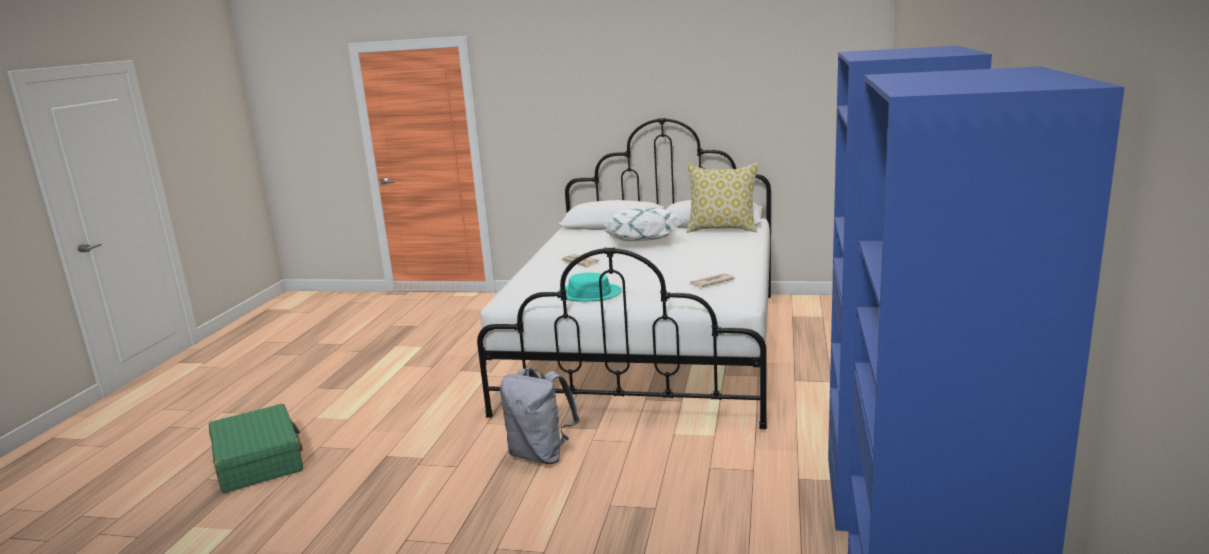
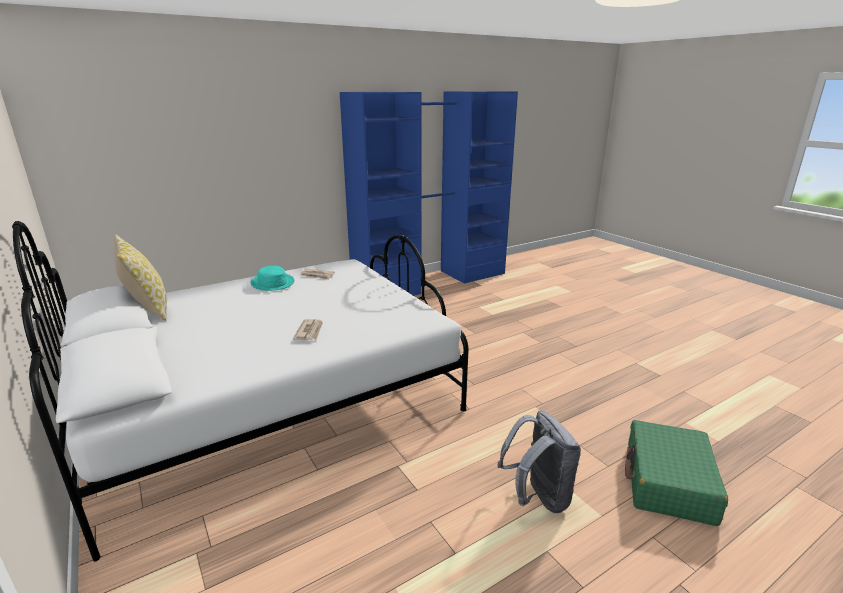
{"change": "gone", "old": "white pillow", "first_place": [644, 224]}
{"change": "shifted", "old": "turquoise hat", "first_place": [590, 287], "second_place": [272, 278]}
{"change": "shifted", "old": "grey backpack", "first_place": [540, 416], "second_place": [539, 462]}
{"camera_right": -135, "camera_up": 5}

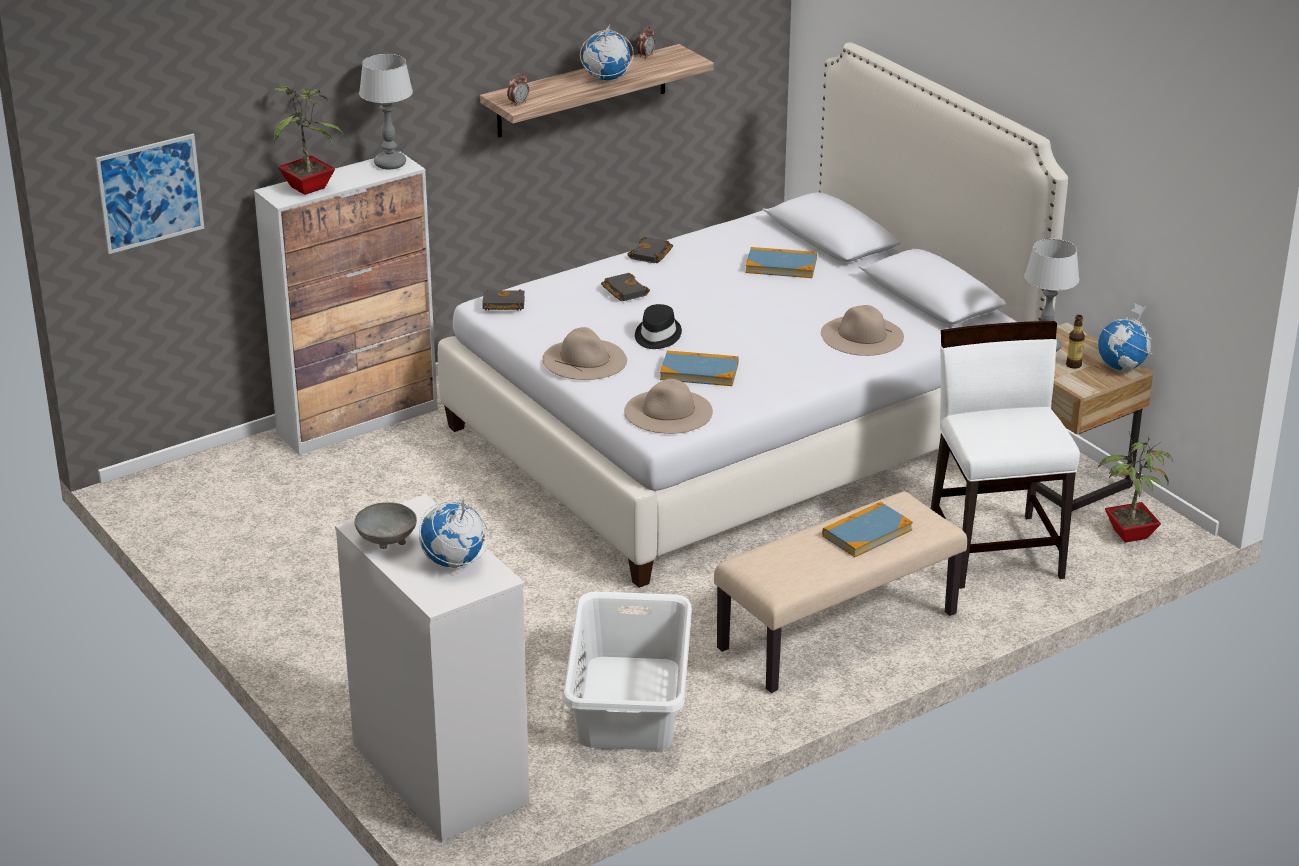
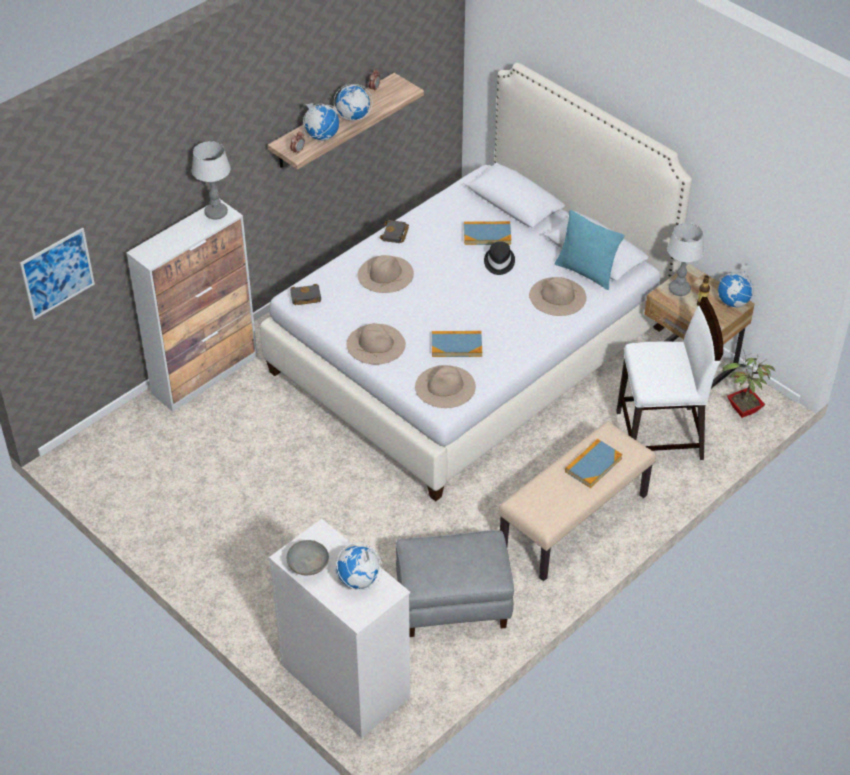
{"change": "gone", "old": "potted plant", "first_place": [307, 140]}
{"change": "swapped", "old": "black book", "new": "beige hat", "first_place": [625, 287], "second_place": [386, 274]}
{"change": "shifted", "old": "black hat", "first_place": [658, 326], "second_place": [499, 258]}
{"change": "rotated", "old": "white chair", "first_place": [1005, 455], "second_place": [669, 378], "degrees": 105}
{"change": "swapped", "old": "white laundry basket", "new": "grey ottoman", "first_place": [627, 670], "second_place": [455, 583]}
{"change": "new", "new": "globe", "second_place": [321, 122]}
{"change": "new", "new": "turquoise pillow", "second_place": [590, 250]}
{"camera_right": -10, "camera_up": 15}

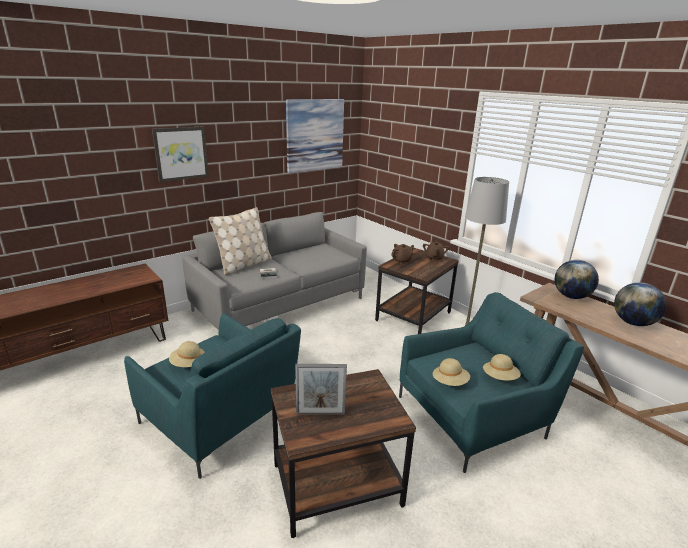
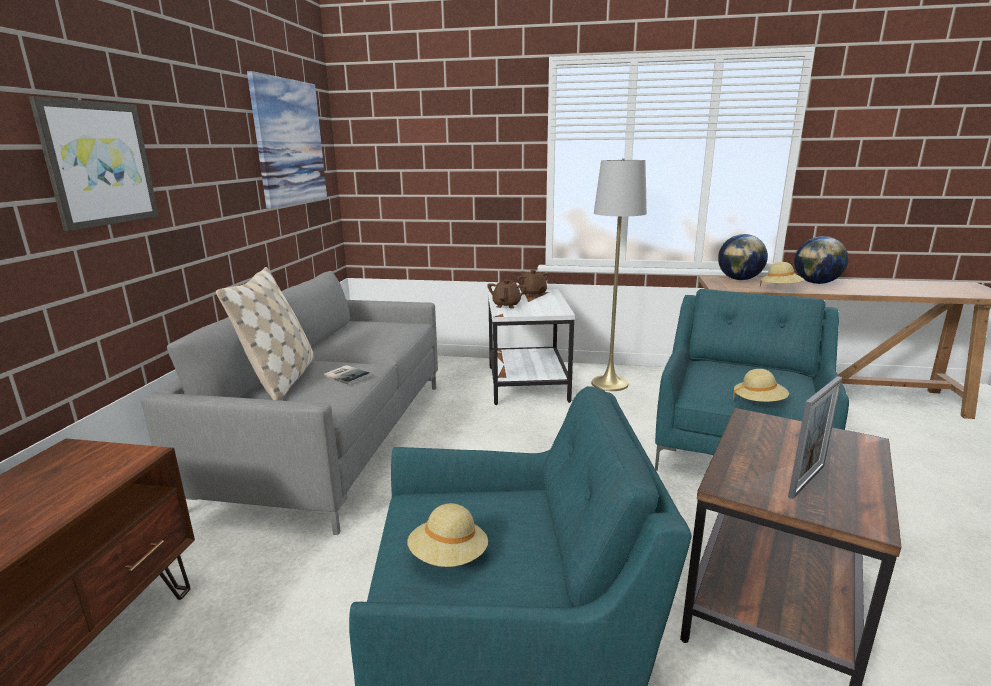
{"change": "repainted", "old": "brown side table", "new": "white side table", "first_place": [417, 291], "second_place": [531, 347]}
{"change": "shifted", "old": "beige hat", "first_place": [502, 367], "second_place": [782, 274]}
{"camera_right": -40, "camera_up": -5}

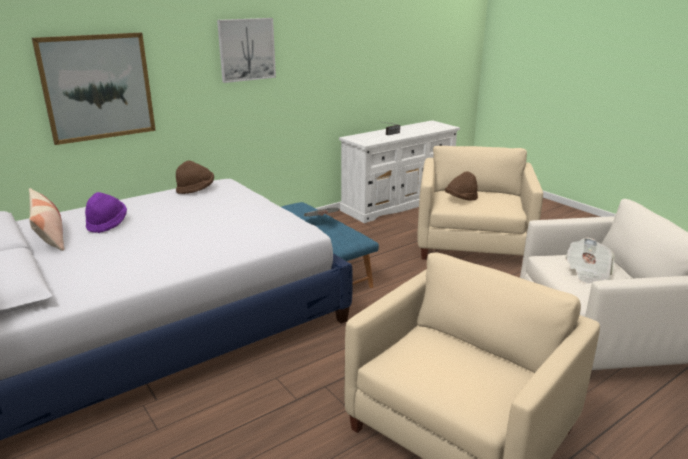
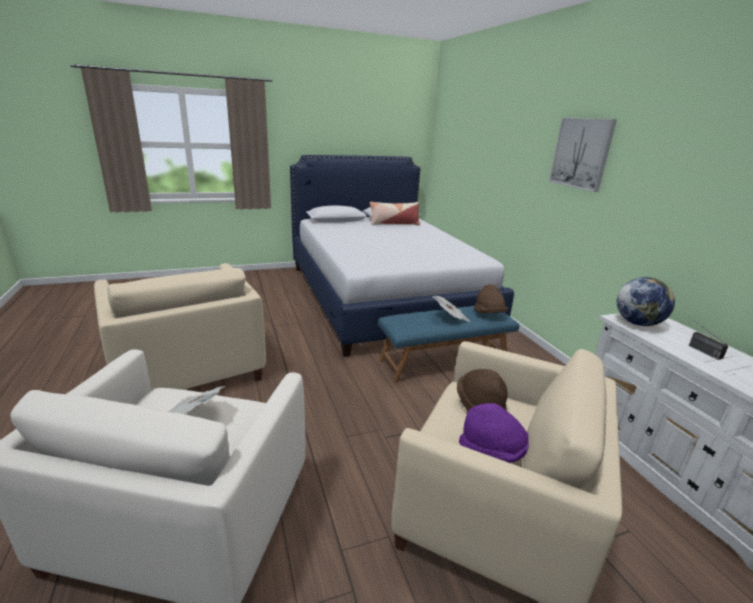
{"change": "gone", "old": "picture", "first_place": [94, 89]}
{"change": "shifted", "old": "brown hat", "first_place": [195, 177], "second_place": [491, 298]}
{"change": "shifted", "old": "purple hat", "first_place": [106, 212], "second_place": [494, 433]}
{"change": "new", "new": "globe", "second_place": [646, 301]}
{"camera_right": 105, "camera_up": 0}

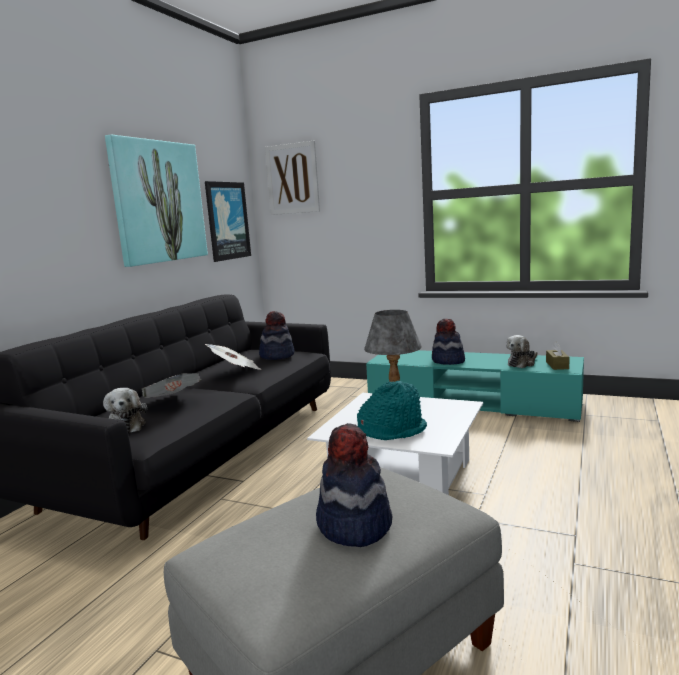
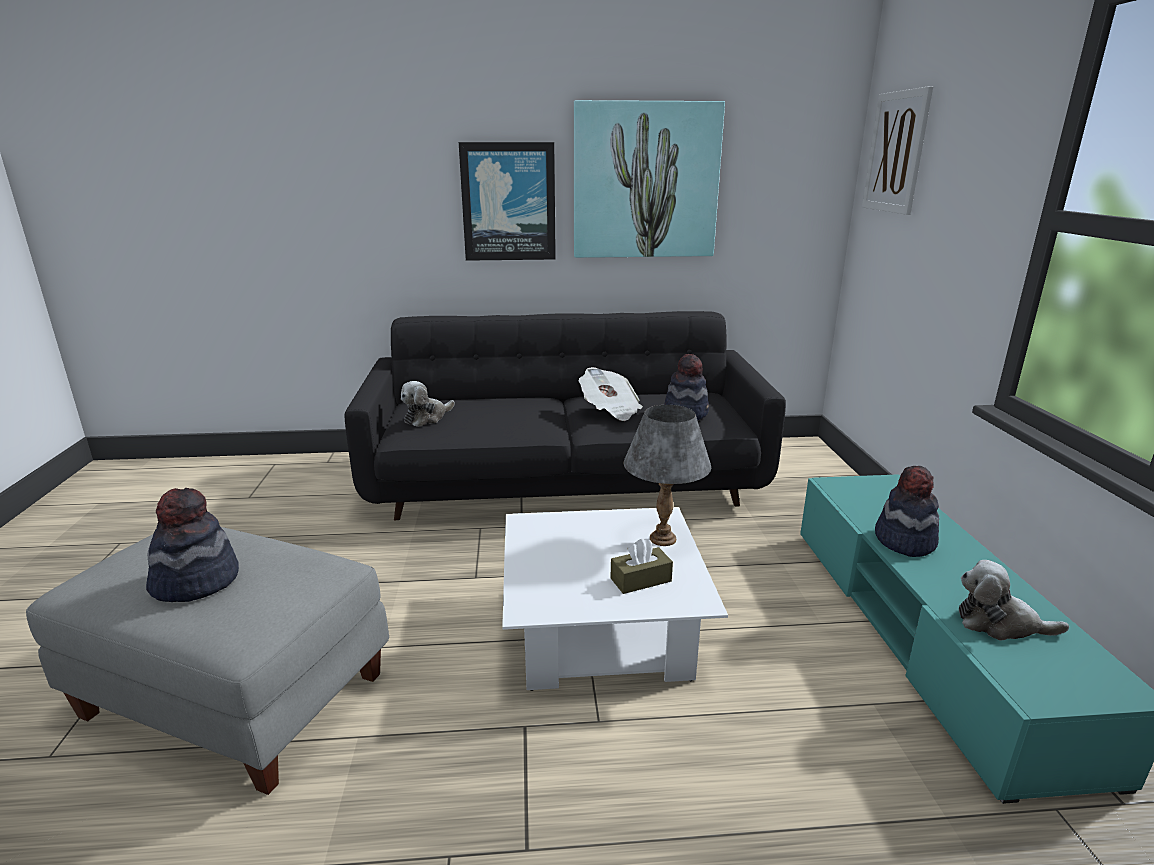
{"change": "shifted", "old": "picture", "first_place": [228, 221], "second_place": [507, 201]}
{"change": "shifted", "old": "brown tissue box", "first_place": [558, 356], "second_place": [642, 566]}
{"change": "gone", "old": "newspaper", "first_place": [171, 385]}
{"change": "gone", "old": "turquoise hat", "first_place": [392, 410]}
{"camera_right": 60, "camera_up": 10}

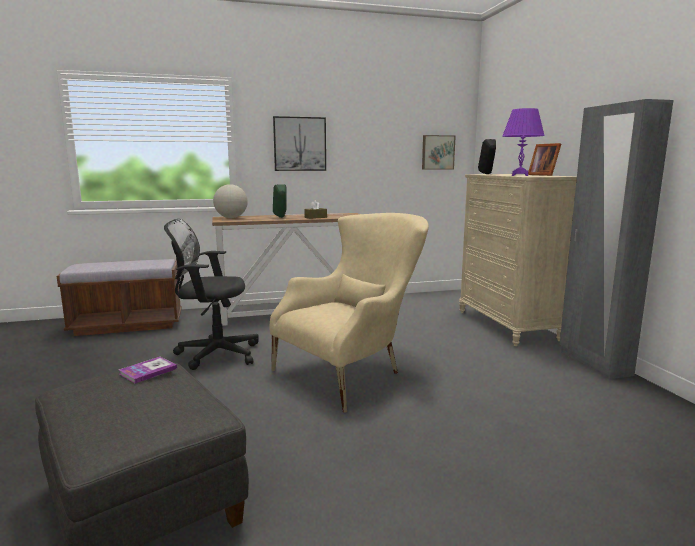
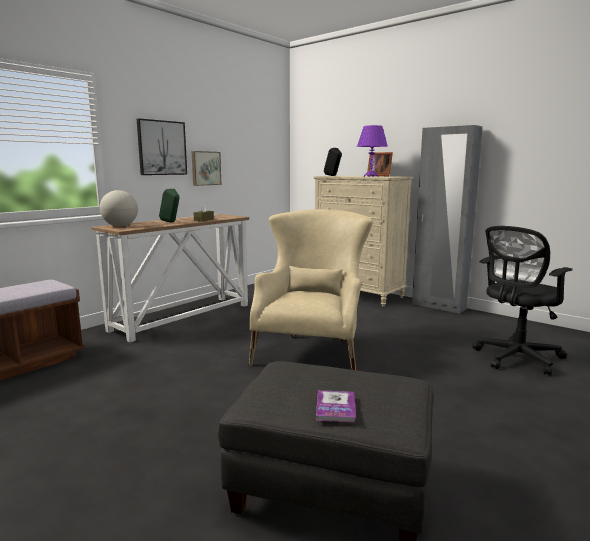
{"change": "shifted", "old": "picture", "first_place": [439, 152], "second_place": [206, 168]}
{"change": "shifted", "old": "black office chair", "first_place": [211, 294], "second_place": [523, 301]}
{"change": "shifted", "old": "book", "first_place": [148, 370], "second_place": [336, 406]}
{"camera_right": -35, "camera_up": 0}

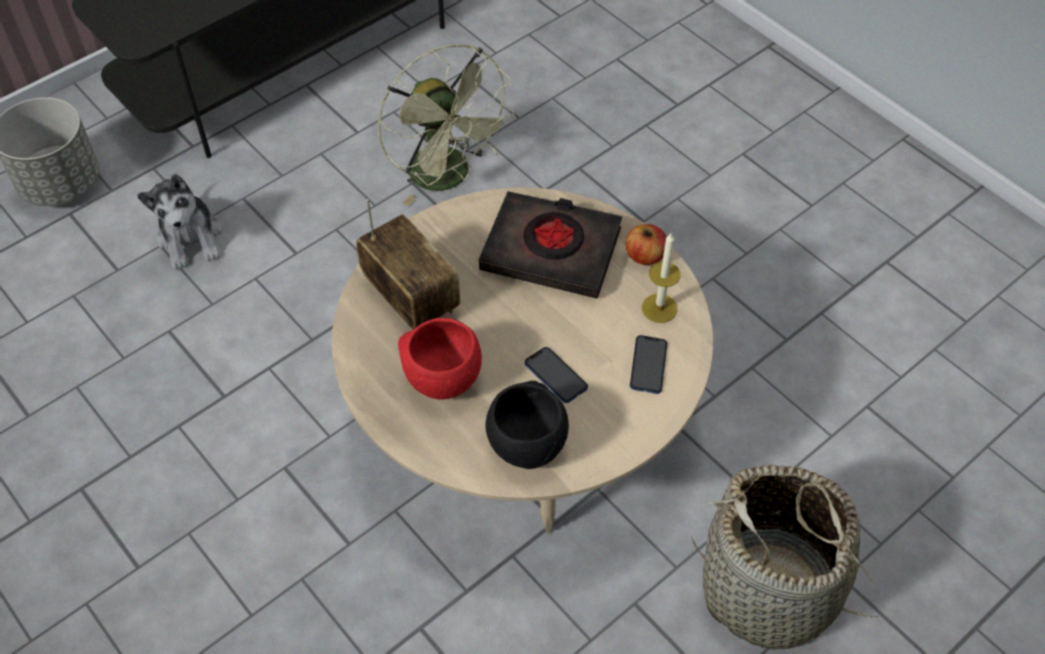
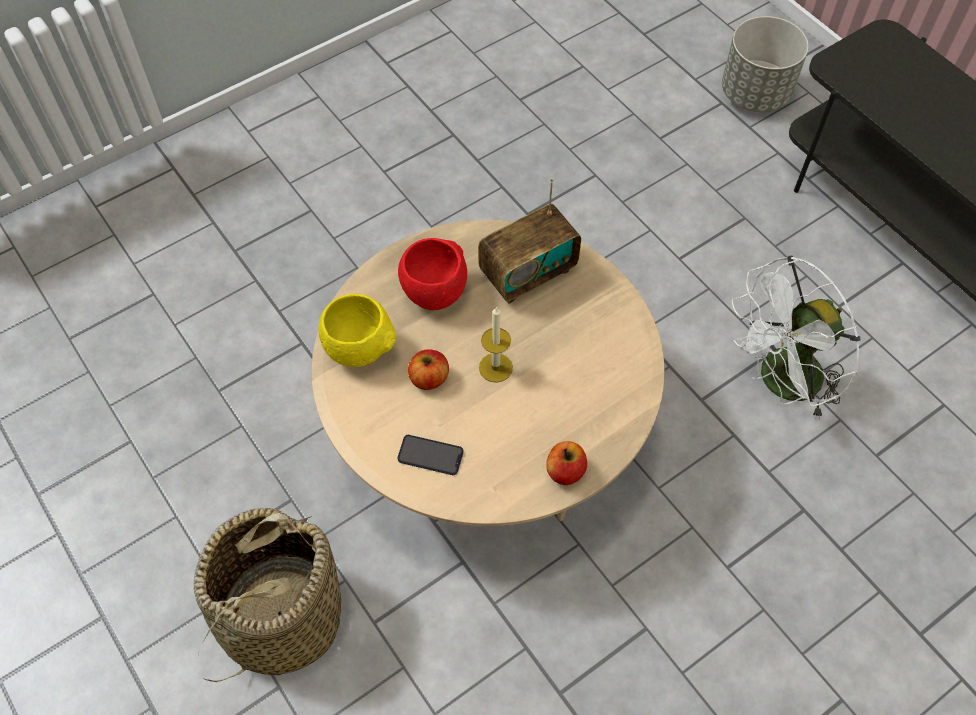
{"change": "repainted", "old": "green fan", "new": "white fan", "first_place": [446, 125], "second_place": [796, 338]}
{"change": "gone", "old": "plush toy", "first_place": [179, 222]}
{"change": "gone", "old": "black book", "first_place": [550, 244]}
{"change": "shifted", "old": "candle", "first_place": [661, 278], "second_place": [496, 344]}
{"change": "swapped", "old": "phone", "new": "apple", "first_place": [556, 375], "second_place": [428, 369]}
{"change": "repainted", "old": "black bowl", "new": "yellow bowl", "first_place": [527, 425], "second_place": [358, 330]}
{"camera_right": 95, "camera_up": 5}

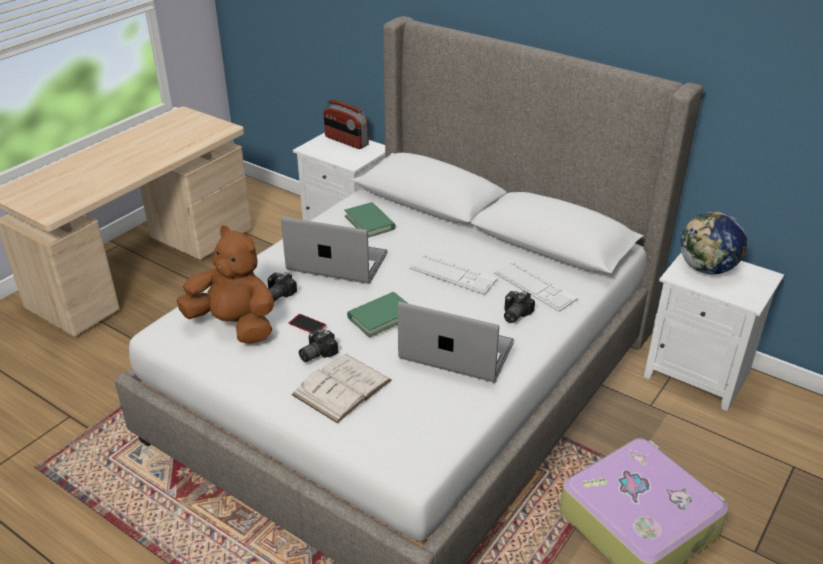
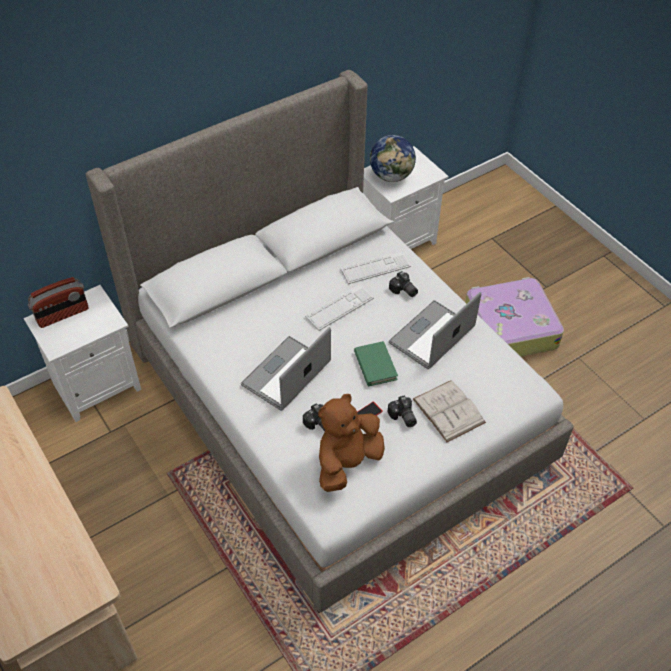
{"change": "gone", "old": "green book", "first_place": [370, 220]}
{"camera_right": -70, "camera_up": 15}

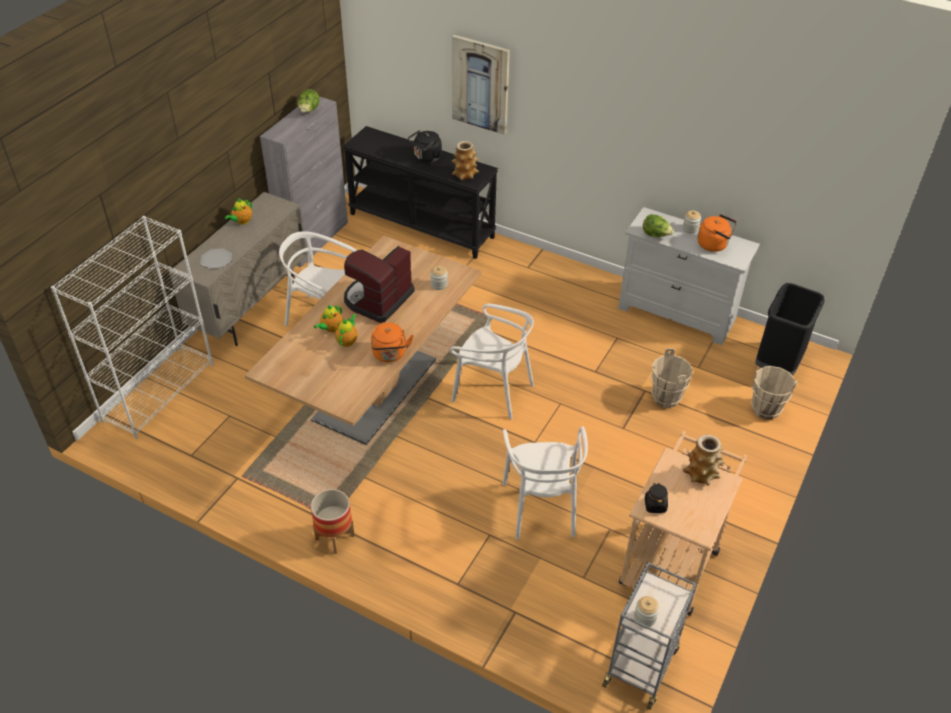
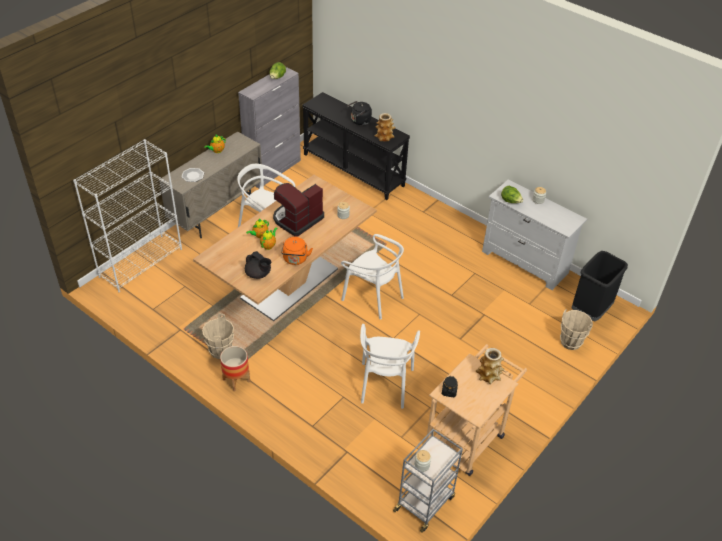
{"change": "gone", "old": "picture", "first_place": [481, 85]}
{"change": "gone", "old": "orange kettle", "first_place": [717, 233]}
{"change": "shifted", "old": "beige bucket", "first_place": [672, 378], "second_place": [218, 336]}
{"change": "new", "new": "black teapot", "second_place": [258, 265]}
{"camera_right": 10, "camera_up": 0}

